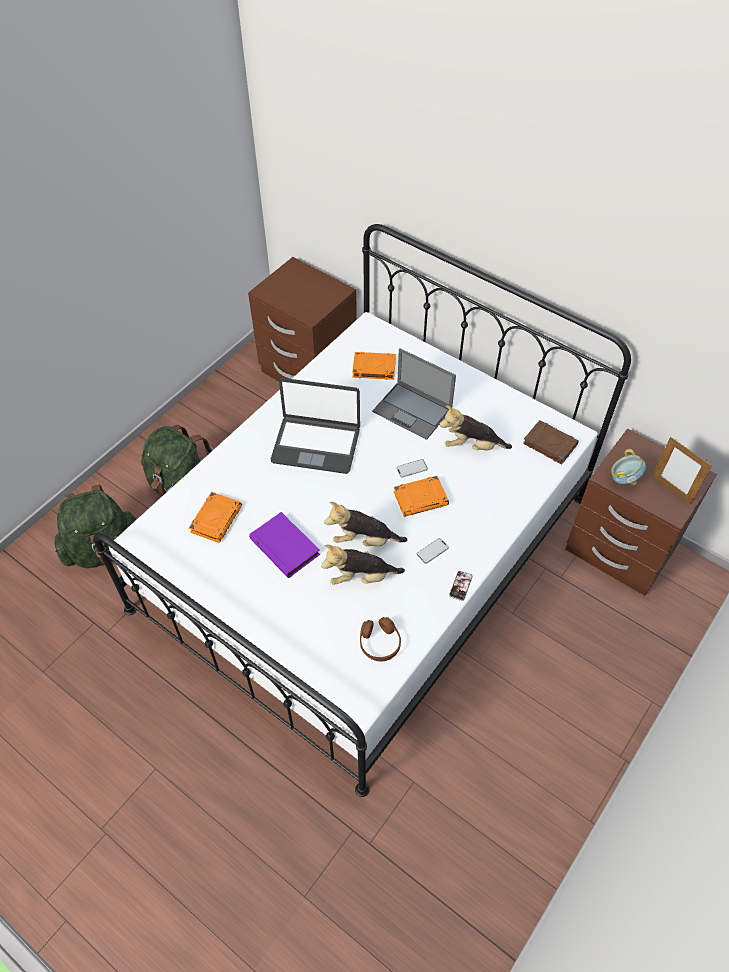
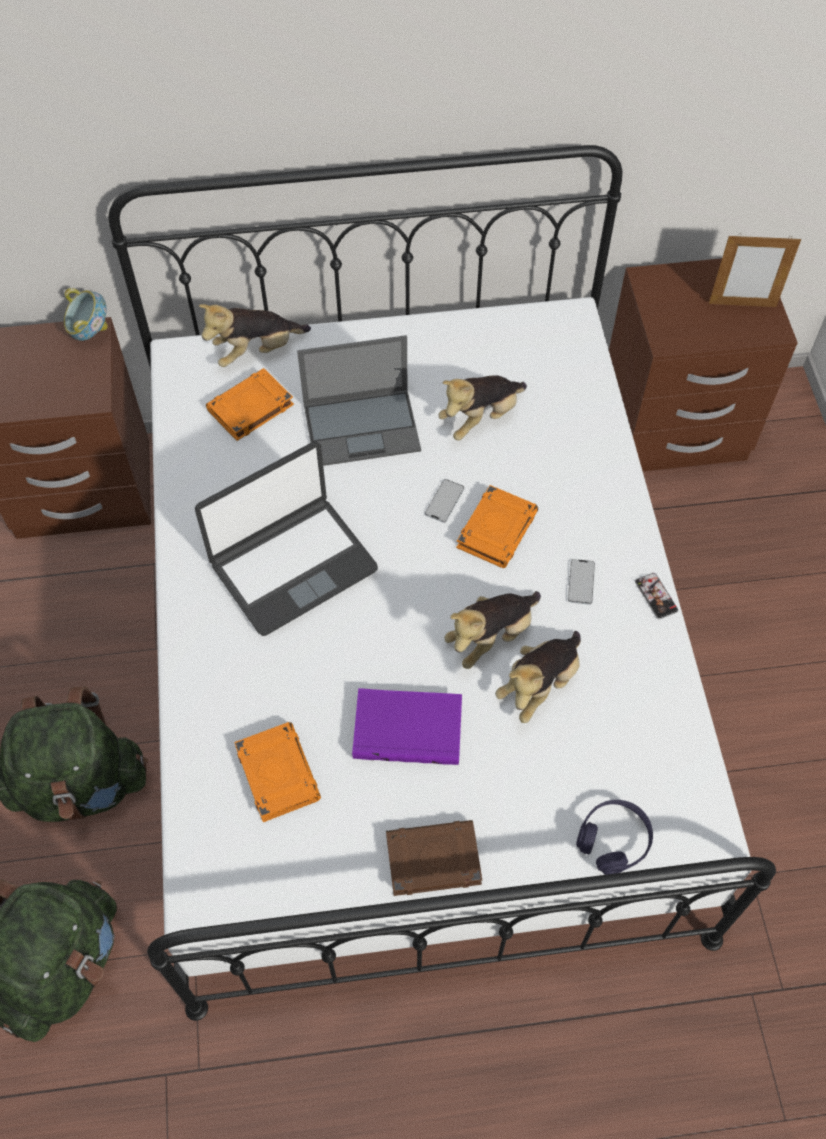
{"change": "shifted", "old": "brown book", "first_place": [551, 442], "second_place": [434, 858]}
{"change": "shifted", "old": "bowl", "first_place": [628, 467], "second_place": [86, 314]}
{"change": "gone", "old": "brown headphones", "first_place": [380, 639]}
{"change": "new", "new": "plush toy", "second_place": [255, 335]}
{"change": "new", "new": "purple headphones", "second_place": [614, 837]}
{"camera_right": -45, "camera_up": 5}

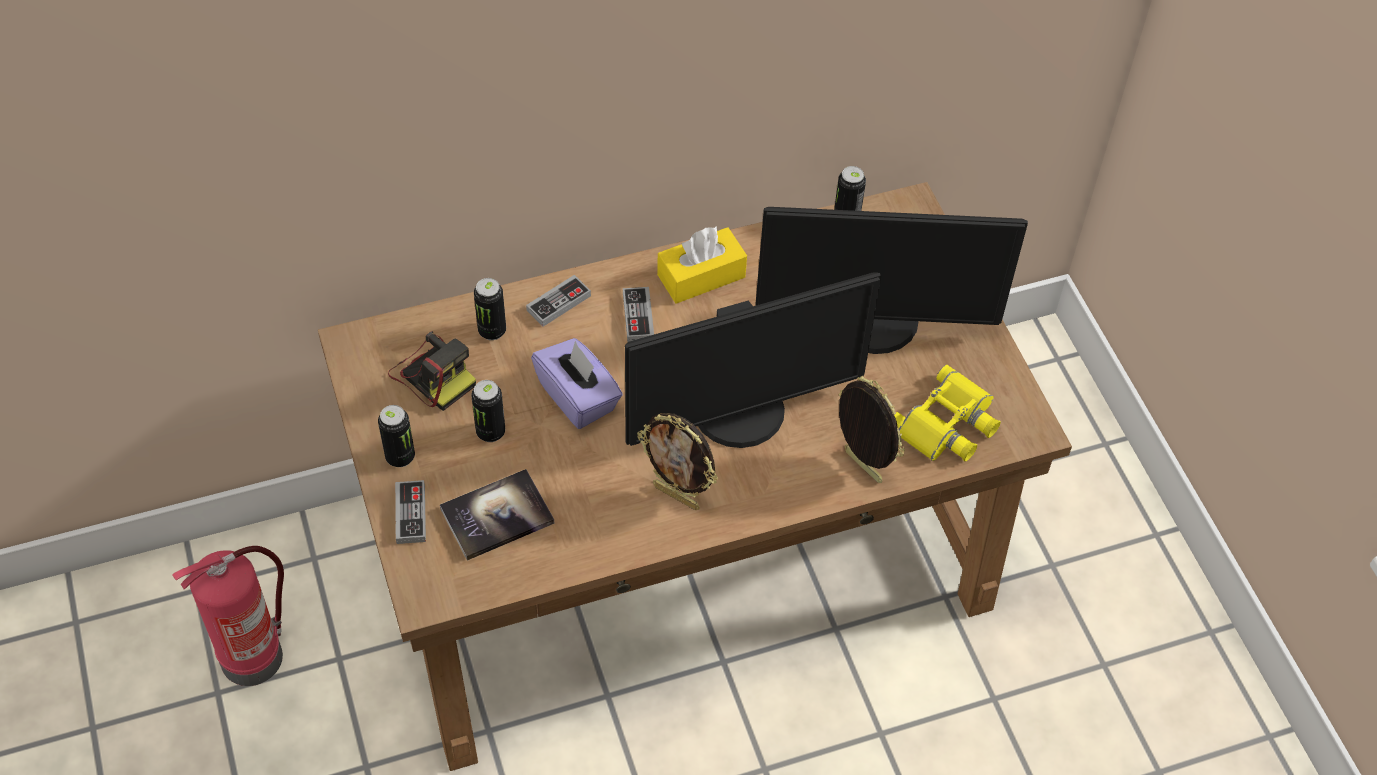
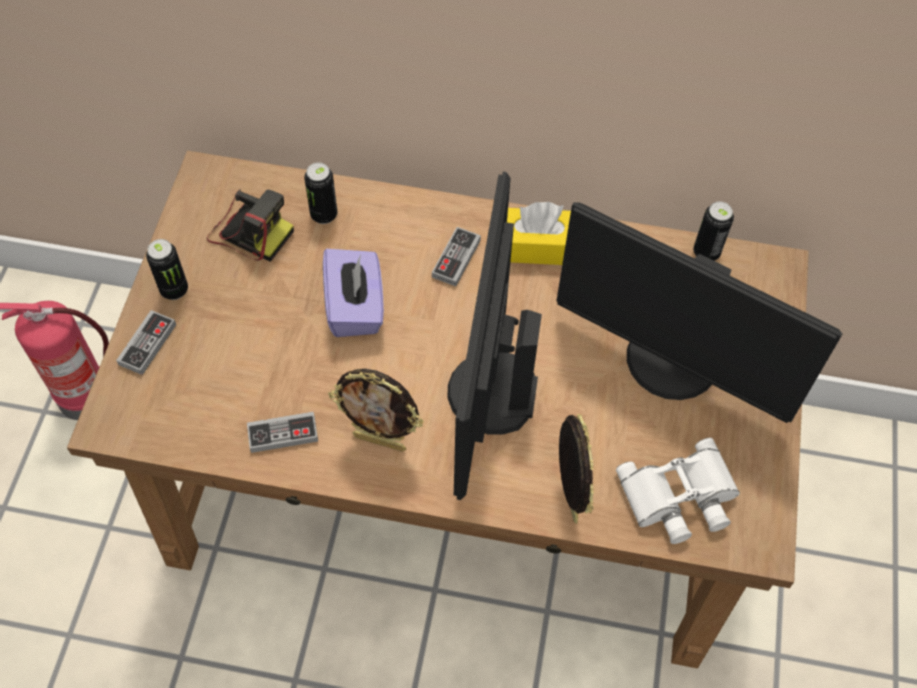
{"change": "rotated", "old": "monitor", "first_place": [753, 360], "second_place": [495, 336], "degrees": 90}
{"change": "shifted", "old": "game controller", "first_place": [558, 301], "second_place": [282, 432]}
{"change": "rotated", "old": "photo camera", "first_place": [432, 371], "second_place": [250, 225], "degrees": -45}
{"change": "repainted", "old": "yellow binoculars", "new": "white binoculars", "first_place": [947, 413], "second_place": [678, 491]}
{"change": "gone", "old": "can", "first_place": [488, 411]}
{"change": "rotated", "old": "picture frame", "first_place": [677, 461], "second_place": [376, 410], "degrees": -45}
{"change": "gone", "old": "book", "first_place": [497, 515]}
{"camera_right": 30, "camera_up": 5}

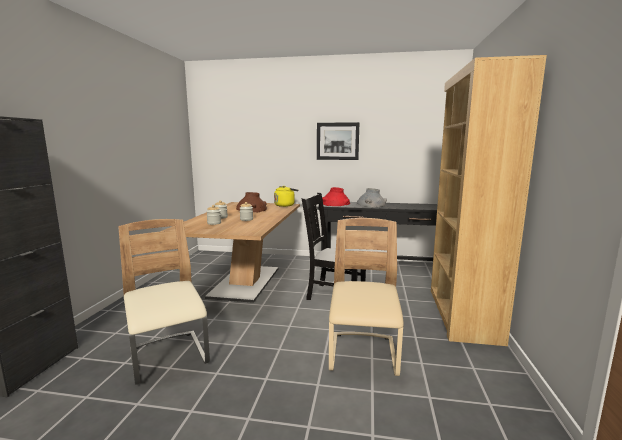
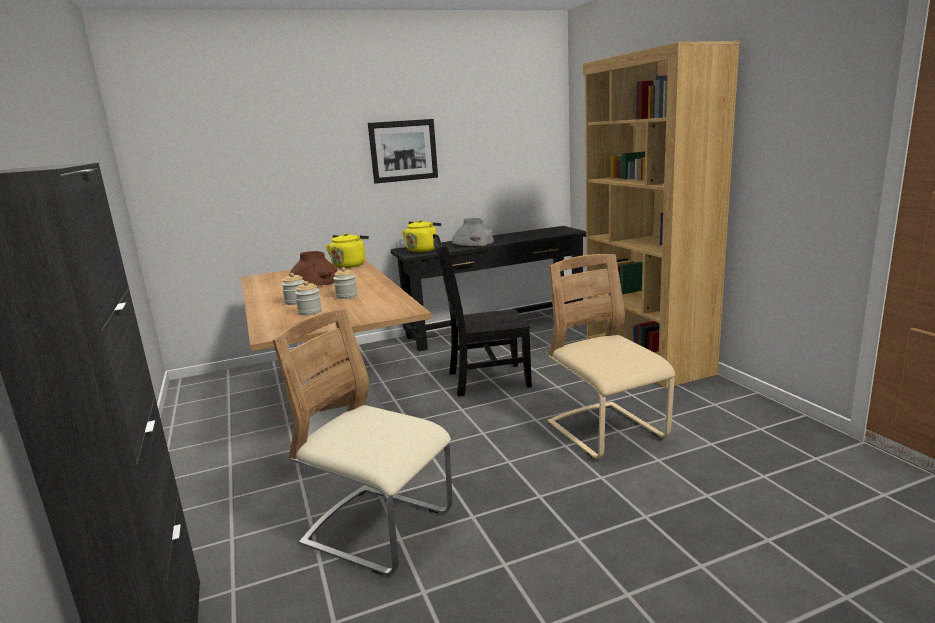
{"change": "swapped", "old": "red vase", "new": "yellow kettle", "first_place": [336, 196], "second_place": [421, 236]}
{"camera_right": -30, "camera_up": 5}

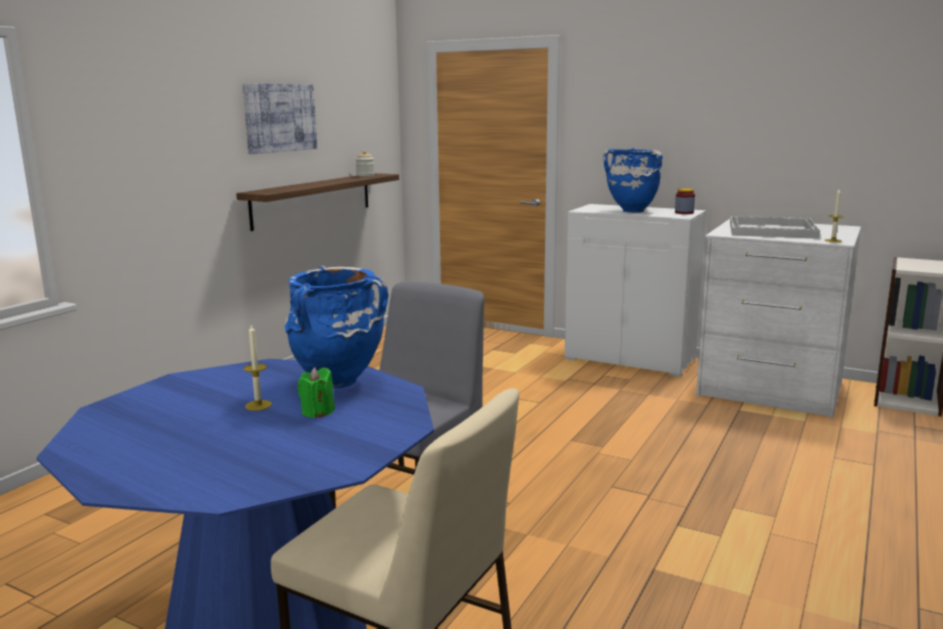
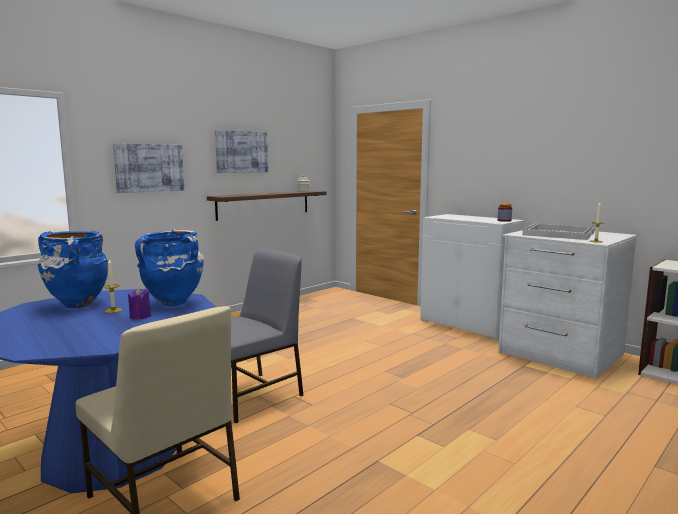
{"change": "shifted", "old": "blue vase", "first_place": [633, 180], "second_place": [72, 269]}
{"change": "repainted", "old": "green candle", "new": "purple candle", "first_place": [316, 392], "second_place": [139, 304]}
{"change": "new", "new": "picture", "second_place": [148, 168]}
{"camera_right": 15, "camera_up": -5}

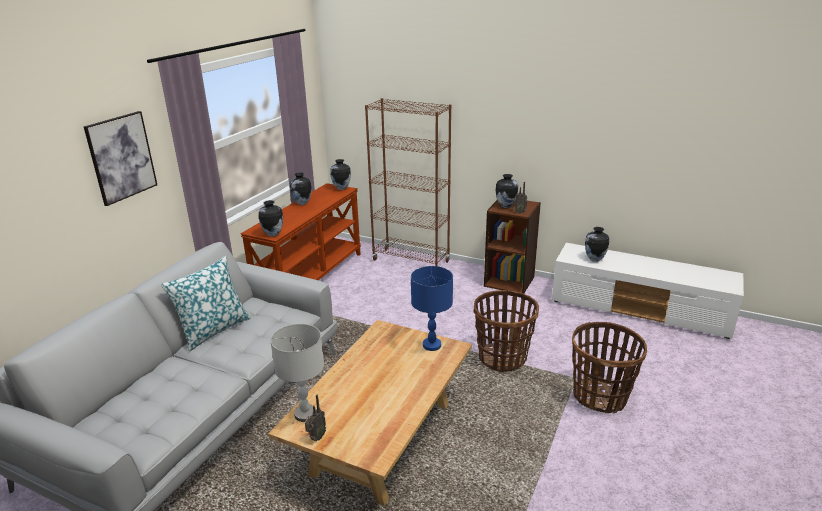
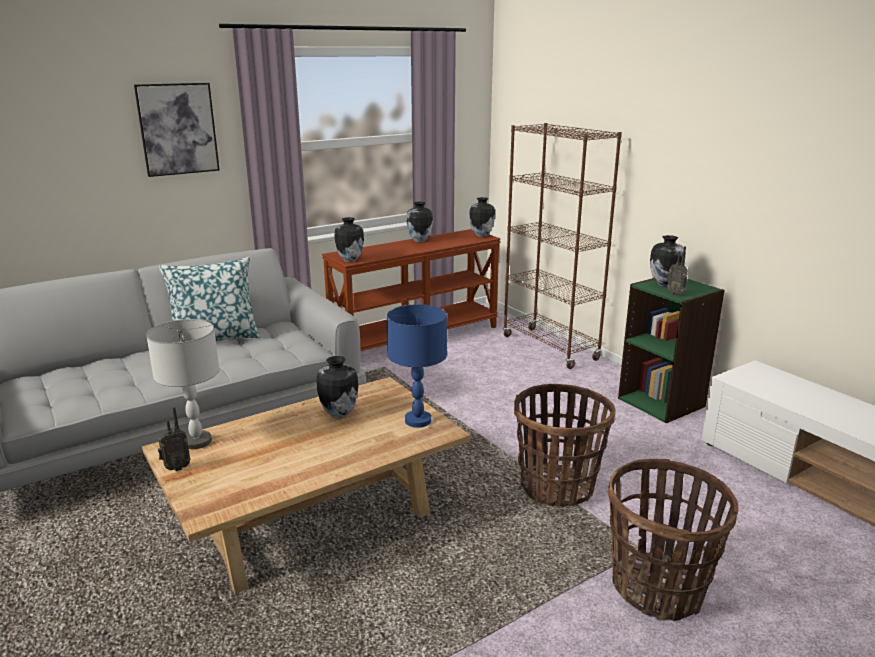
{"change": "repainted", "old": "brown bookcase", "new": "green bookcase", "first_place": [512, 247], "second_place": [671, 350]}
{"change": "shifted", "old": "vase", "first_place": [597, 244], "second_place": [337, 387]}
{"camera_right": 30, "camera_up": -5}

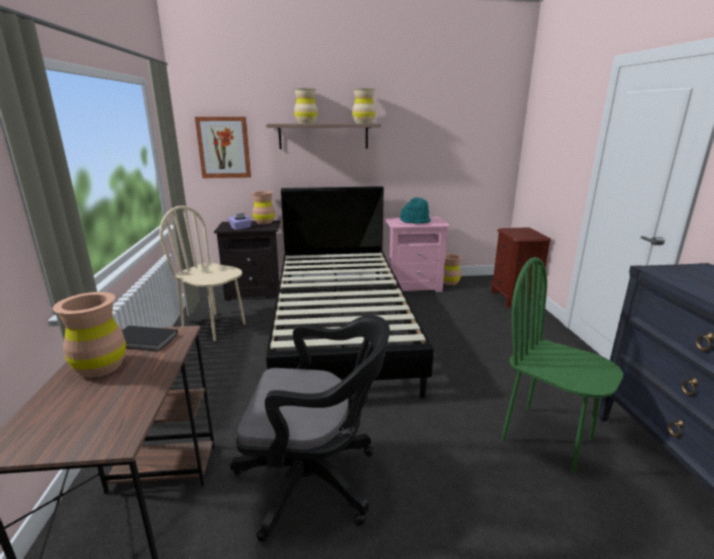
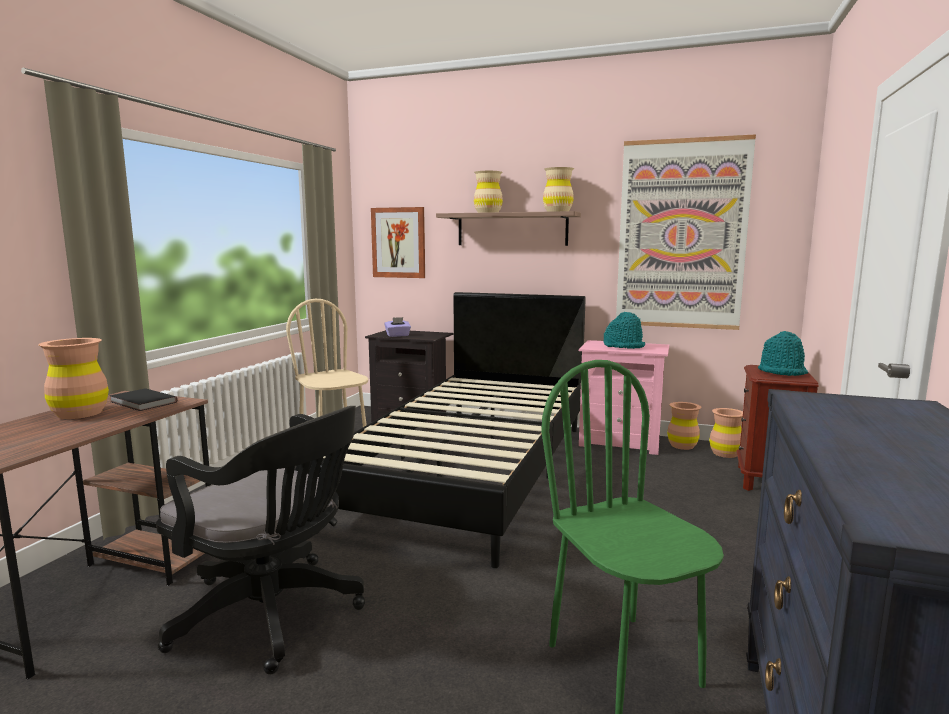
{"change": "shifted", "old": "brown vase", "first_place": [263, 207], "second_place": [726, 433]}
{"change": "new", "new": "picture", "second_place": [686, 232]}
{"change": "new", "new": "turquoise hat", "second_place": [783, 353]}
{"camera_right": 25, "camera_up": -10}

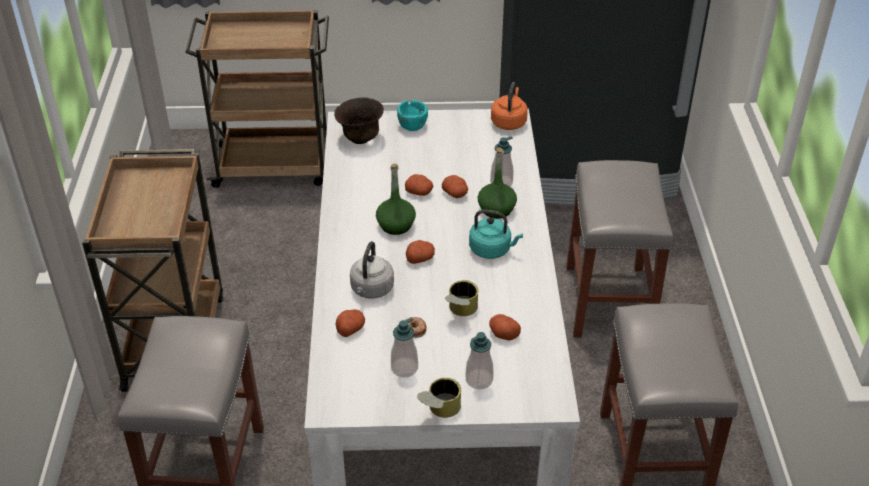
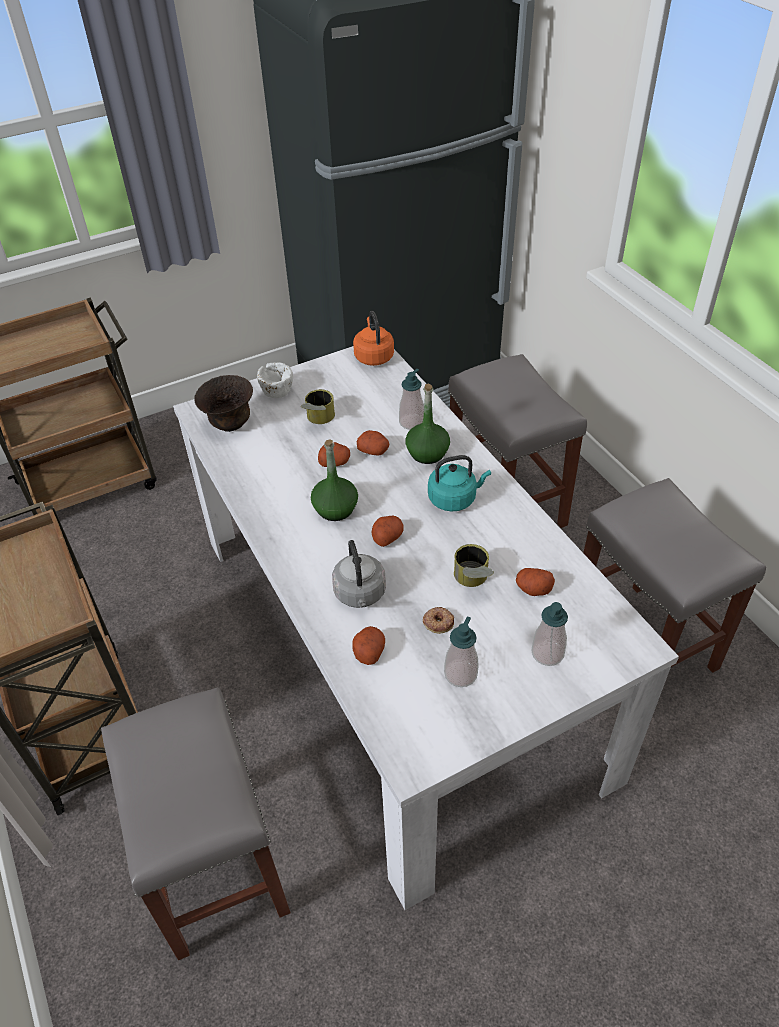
{"change": "repainted", "old": "turquoise bowl", "new": "white bowl", "first_place": [412, 115], "second_place": [275, 380]}
{"change": "shifted", "old": "can", "first_place": [439, 398], "second_place": [318, 406]}
{"camera_right": -25, "camera_up": 5}

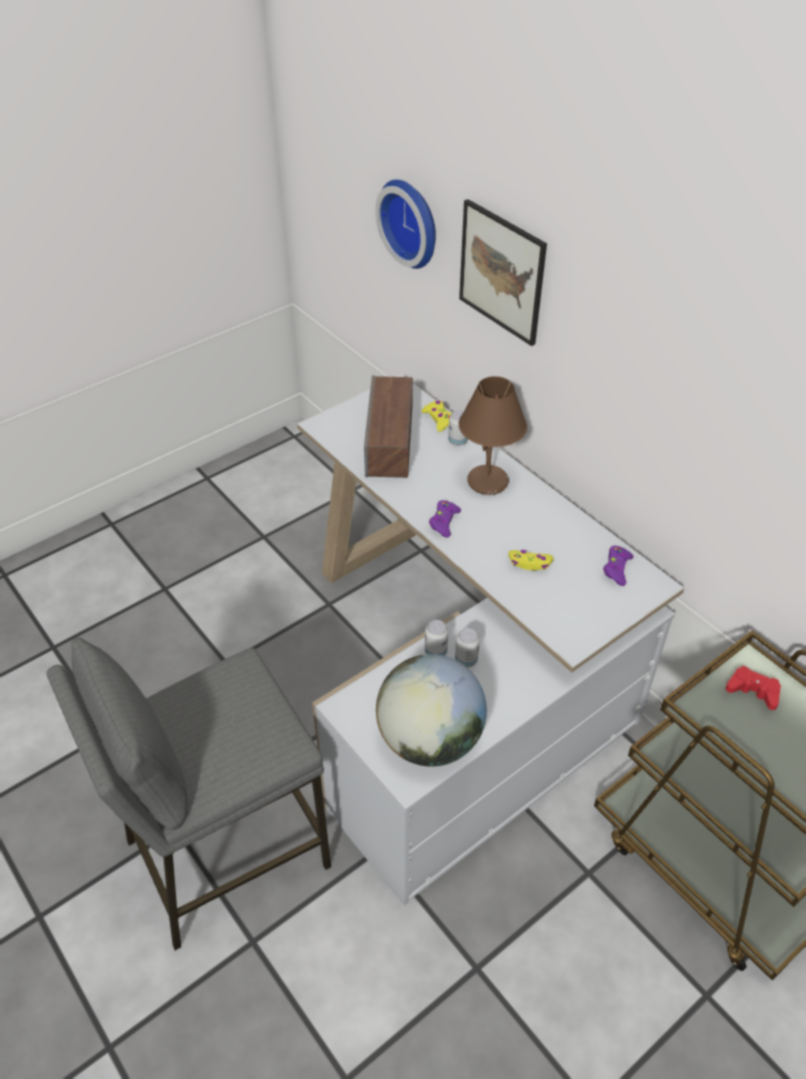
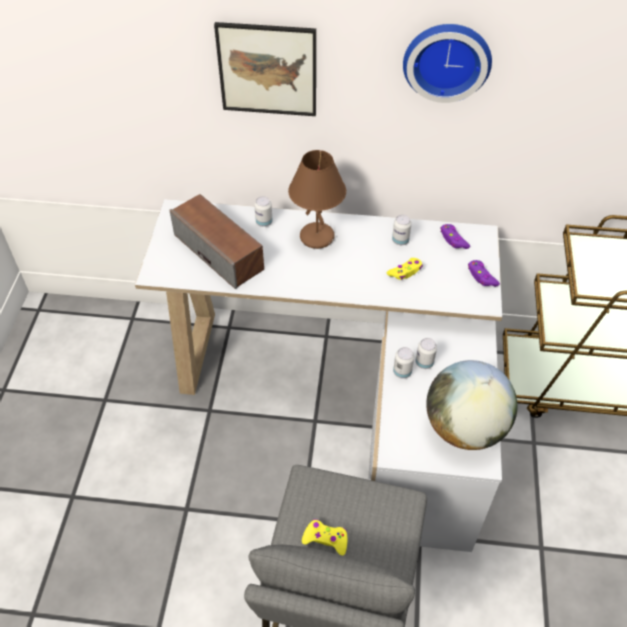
{"change": "shifted", "old": "wall clock", "first_place": [405, 224], "second_place": [447, 63]}
{"change": "shifted", "old": "yellow game controller", "first_place": [436, 416], "second_place": [324, 537]}
{"change": "shifted", "old": "purple game controller", "first_place": [445, 519], "second_place": [484, 273]}
{"change": "gone", "old": "red game controller", "first_place": [753, 688]}
{"change": "new", "new": "can", "second_place": [402, 230]}
{"camera_right": -45, "camera_up": 5}

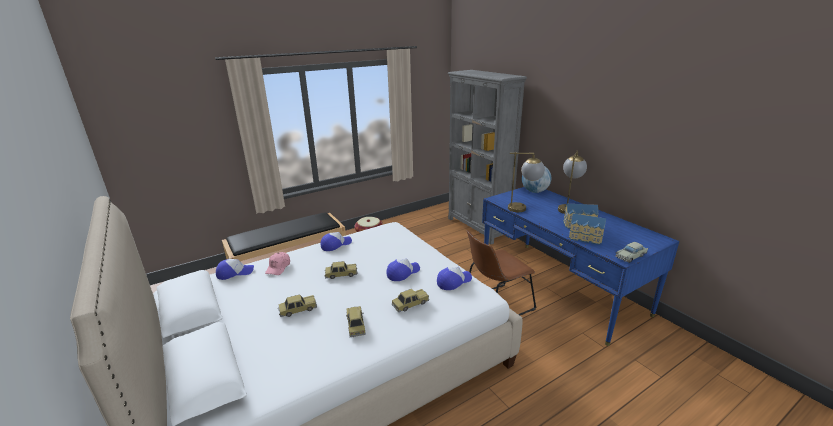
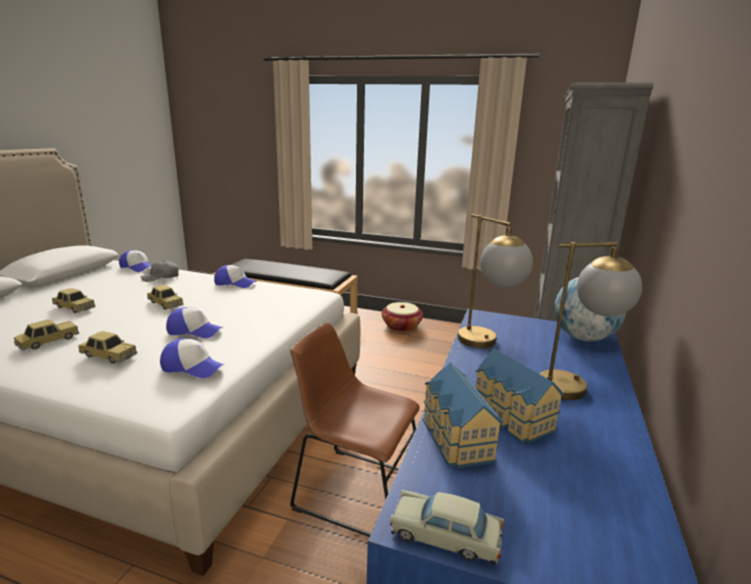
{"change": "repainted", "old": "pink cap", "new": "grey cap", "first_place": [277, 263], "second_place": [159, 271]}
{"camera_right": 50, "camera_up": -5}

